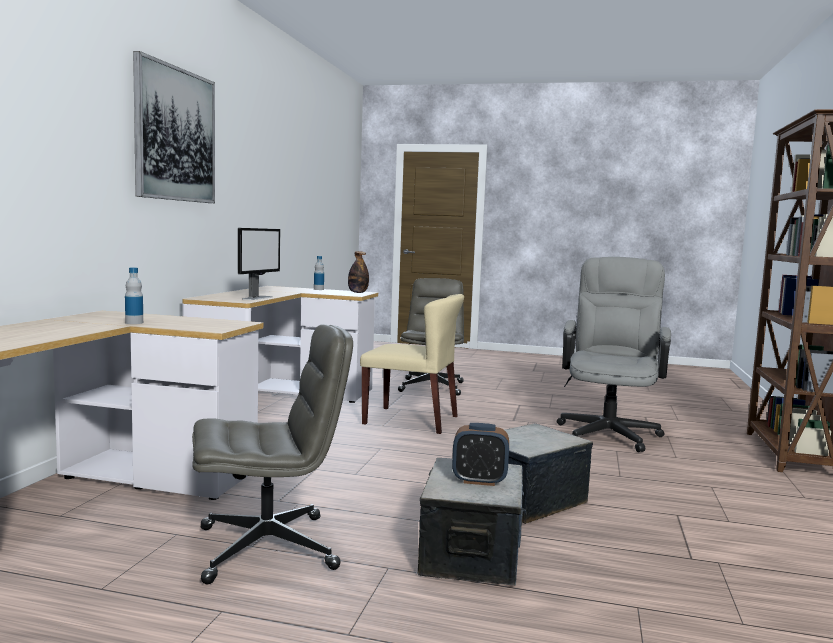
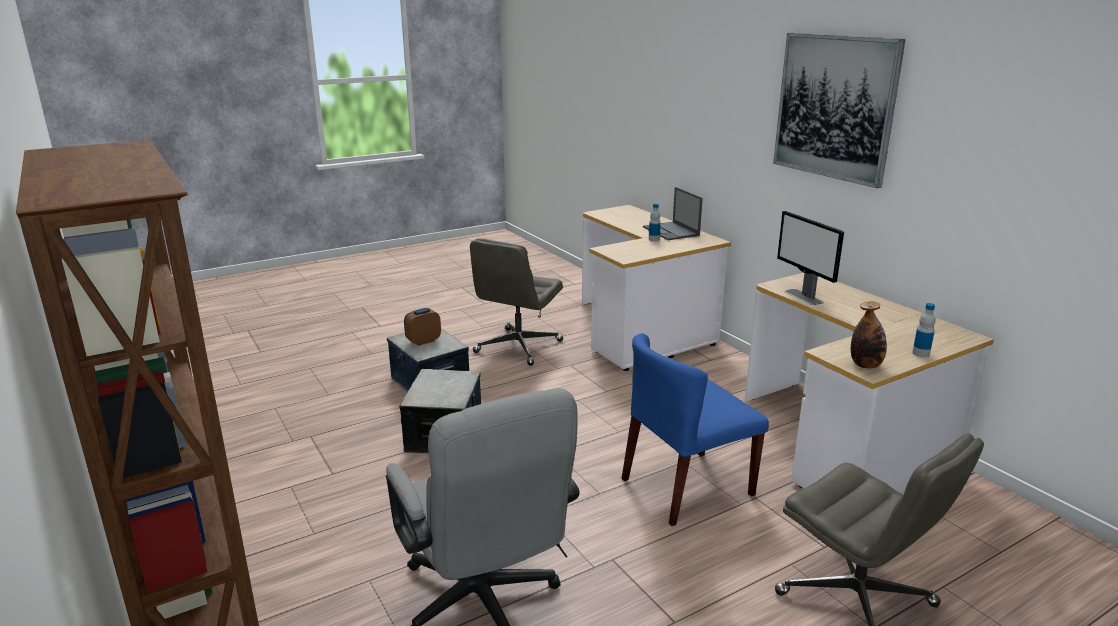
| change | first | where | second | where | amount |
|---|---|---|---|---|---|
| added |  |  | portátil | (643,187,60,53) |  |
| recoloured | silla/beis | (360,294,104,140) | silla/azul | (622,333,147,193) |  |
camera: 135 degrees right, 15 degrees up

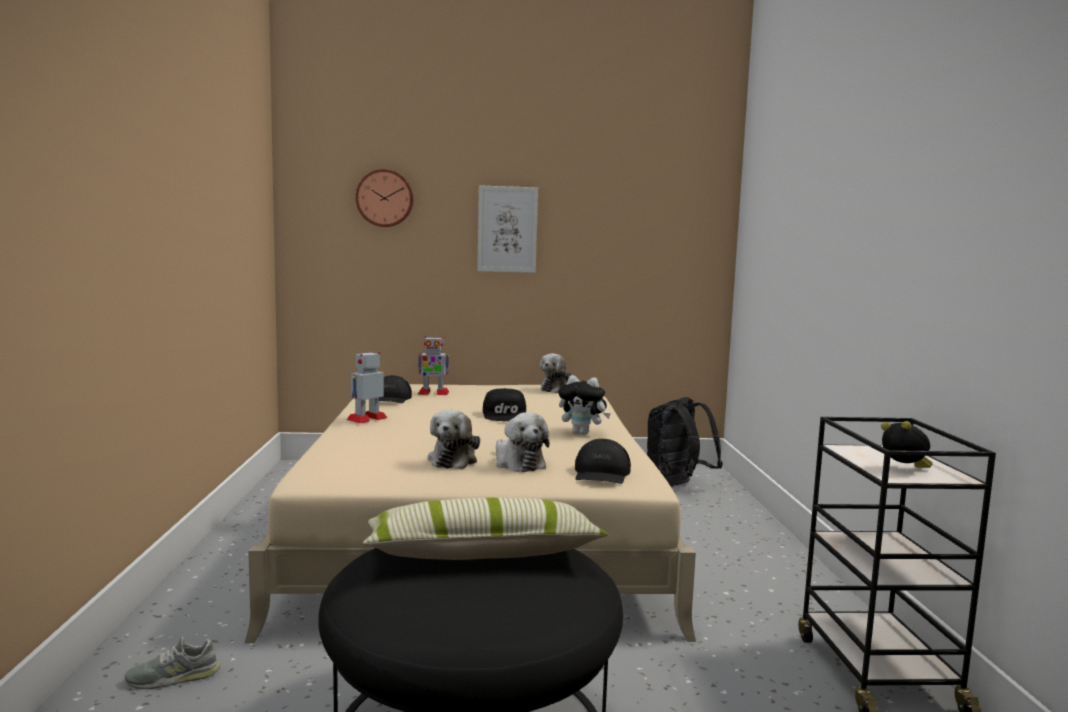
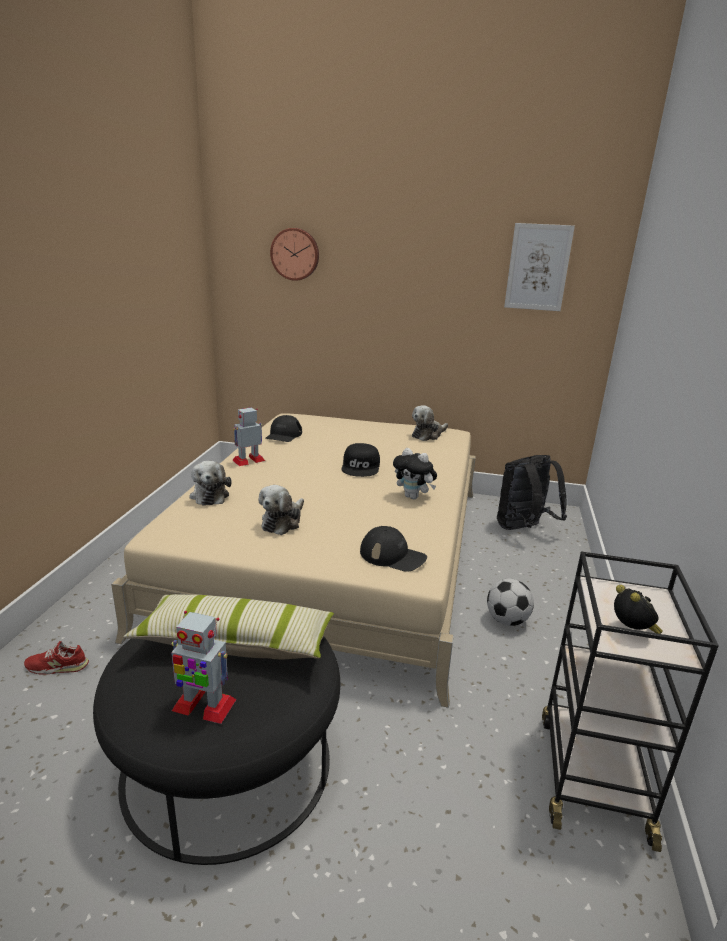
| change | first | where | second | where | amount |
|---|---|---|---|---|---|
| added |  |  | balón de fútbol | (487,579,47,47) |  |
| moved | robot de juguete | (418,336,31,59) |  | (171,611,66,113) |  |
| moved | cuadro | (477,185,61,88) |  | (504,223,71,88) |  |
| moved | peluche | (496,412,53,60) |  | (189,461,43,45) |  |
| recoloured | zapato/gris | (125,636,95,53) | zapato/rojo | (24,641,65,34) |  |
| turned | gorra/negro | (575,439,56,45) |  | (360,526,67,46) | 90 degrees counterclockwise |
camera: 15 degrees right, 15 degrees up

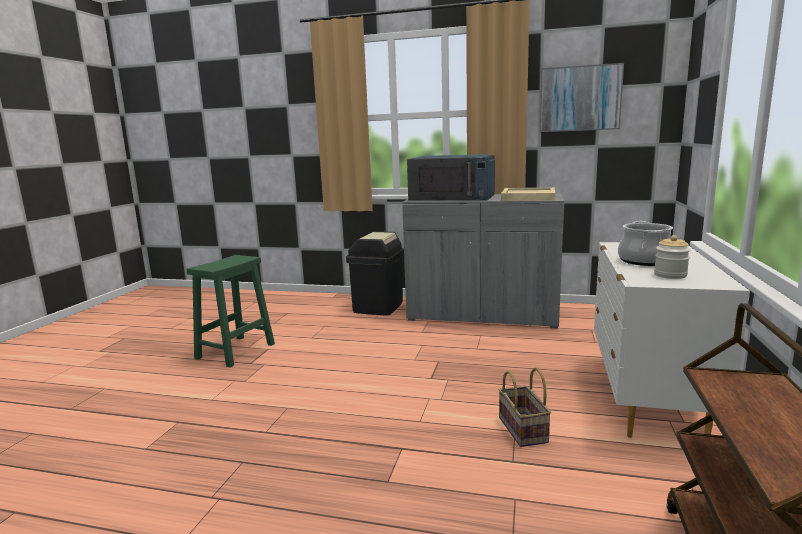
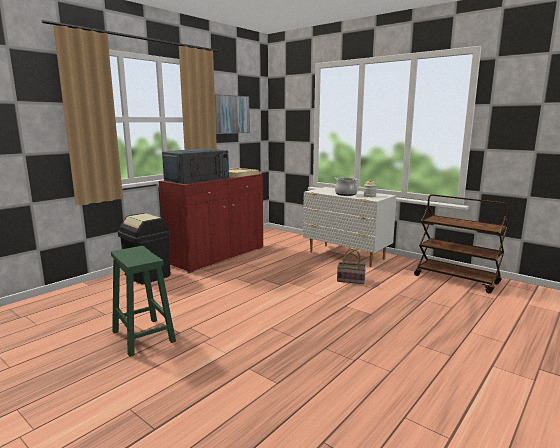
| change | first | where | second | where | amount |
|---|---|---|---|---|---|
| recoloured | armario/gris | (402,194,162,135) | armario/rojo | (159,174,104,99) |  |
camera: 65 degrees left, 0 degrees up

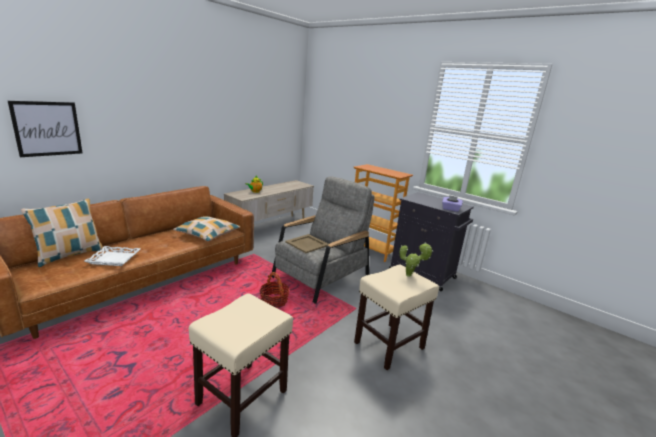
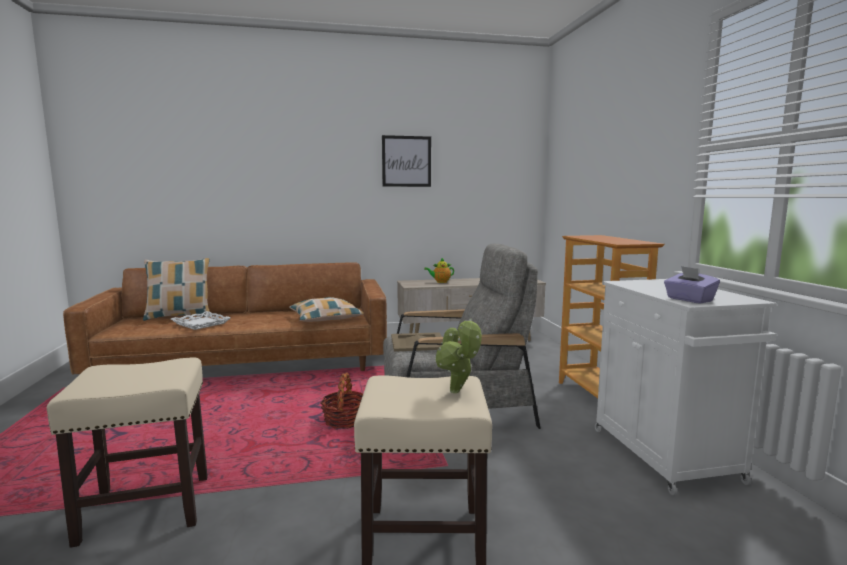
| change | first | where | second | where | amount |
|---|---|---|---|---|---|
| moved | cuadro | (8,101,74,56) |  | (382,135,49,52) |  |
| recoloured | armario/negro | (389,192,85,99) | armario/blanco | (595,279,182,216) |  |
camera: 40 degrees right, 10 degrees down

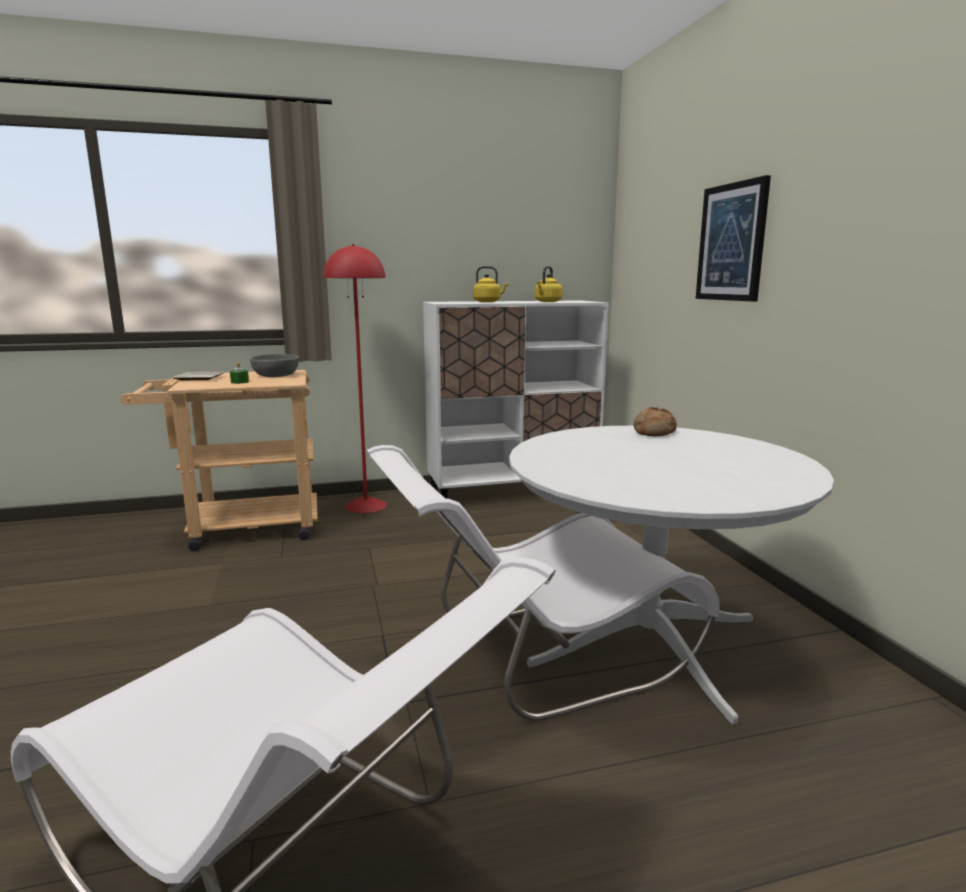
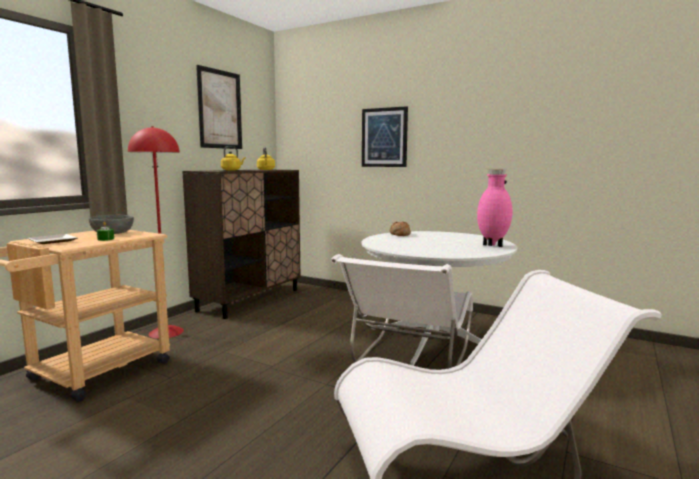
| change | first | where | second | where | amount |
|---|---|---|---|---|---|
| added |  |  | cuadro | (196,65,46,84) |  |
| added |  |  | florero/rosa | (477,169,35,78) |  |
| recoloured | armario/blanco | (423,300,186,198) | armario/marrón | (182,170,118,149) |  |
camera: 45 degrees left, 5 degrees down

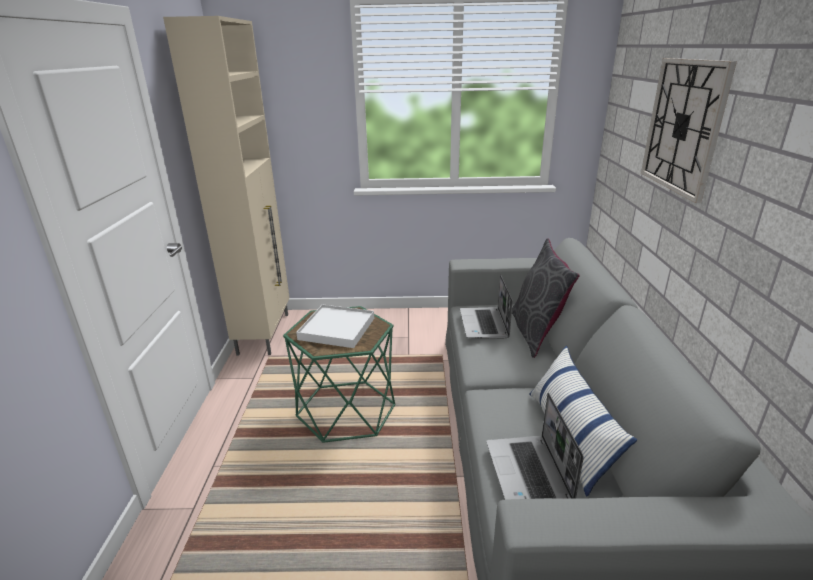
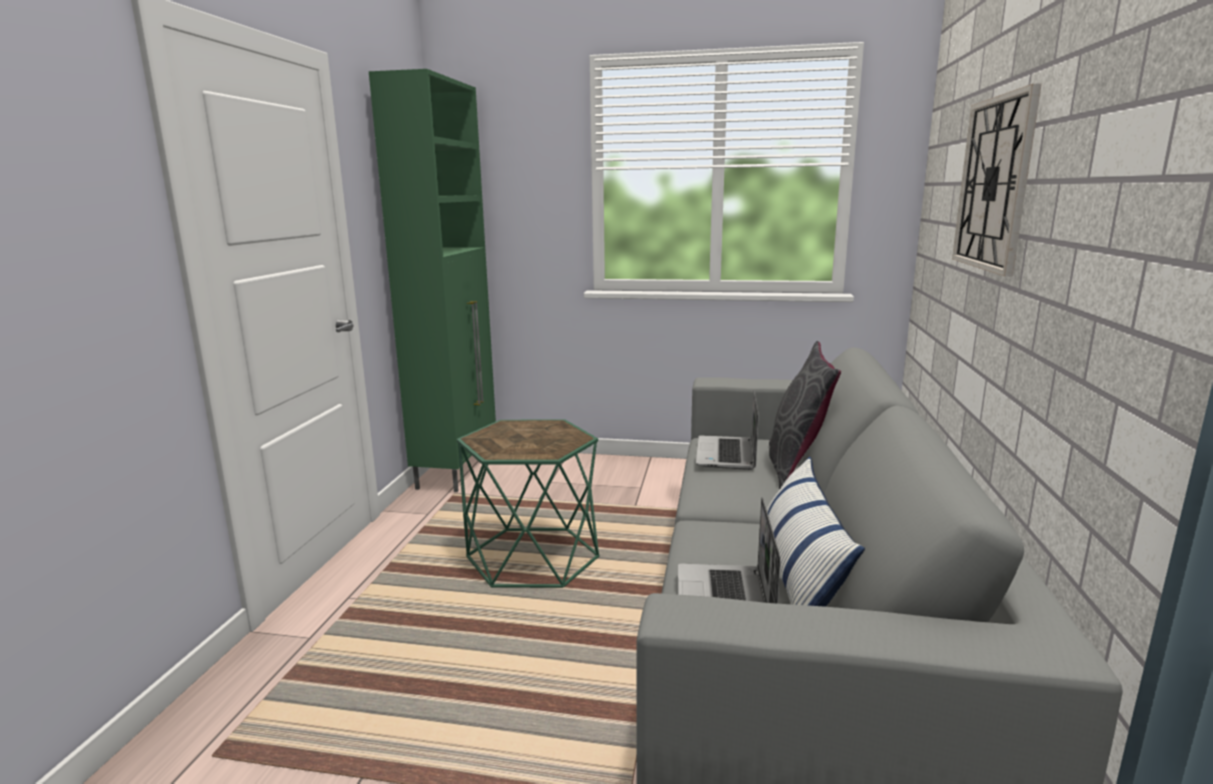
| change | first | where | second | where | amount |
|---|---|---|---|---|---|
| removed | bandeja/blanco | (296,304,78,44) |  |  |  |
| recoloured | armario/beis | (163,16,127,340) | armario/verde | (369,69,127,423) |  |
camera: 10 degrees right, 10 degrees down

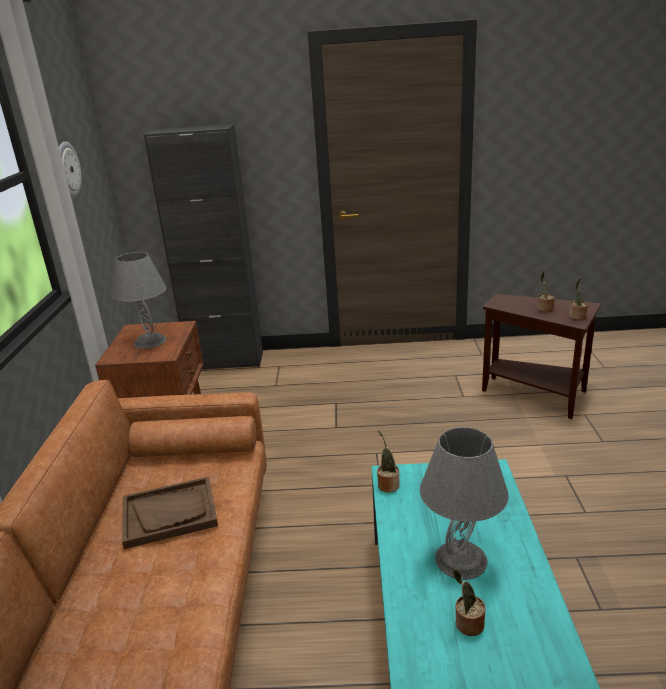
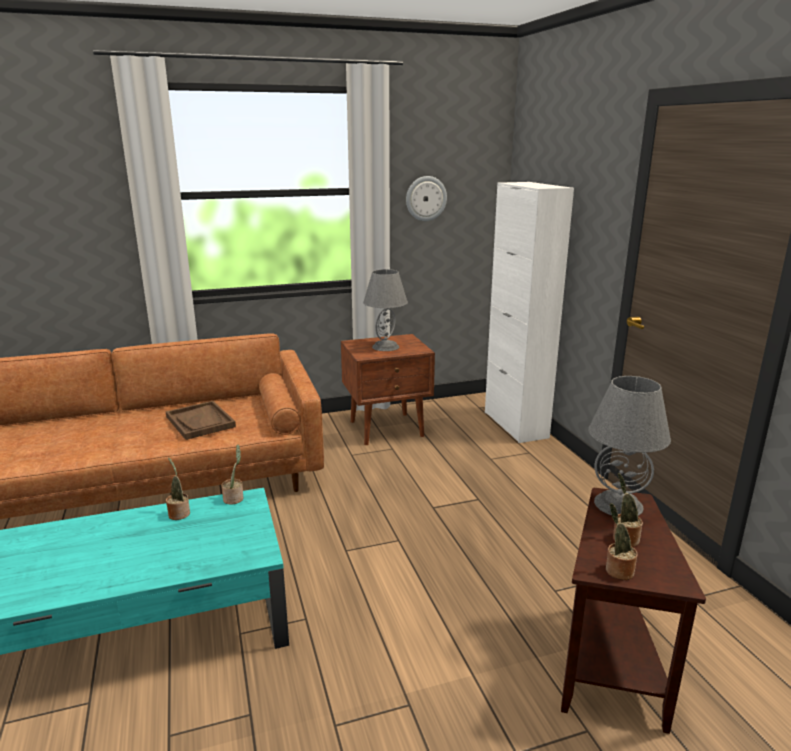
| change | first | where | second | where | amount |
|---|---|---|---|---|---|
| moved | lámpara de mesa/gris | (420,427,89,153) |  | (588,376,83,140) |  |
| moved | planta en maceta | (453,569,33,67) |  | (166,458,24,62) |  |
| recoloured | armario/negro | (143,124,120,245) | armario/blanco | (485,182,89,261) |  |
camera: 70 degrees right, 5 degrees down

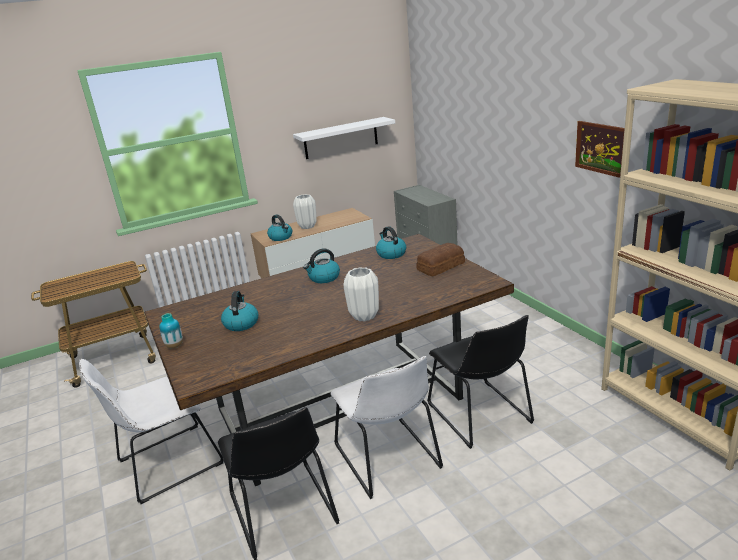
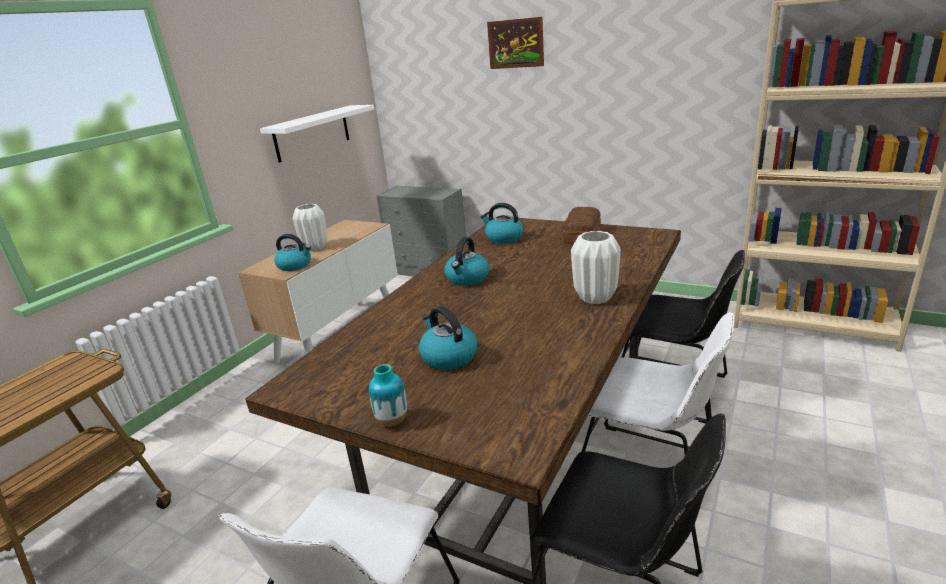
| change | first | where | second | where | amount |
|---|---|---|---|---|---|
| moved | cuadro | (575,121,50,57) |  | (487,17,57,52) |  |
camera: 35 degrees left, 0 degrees up

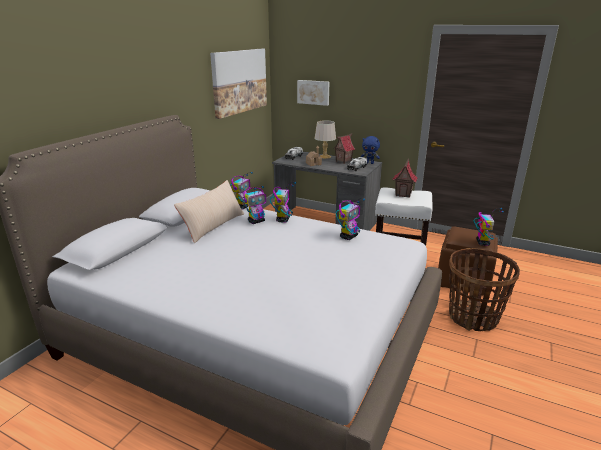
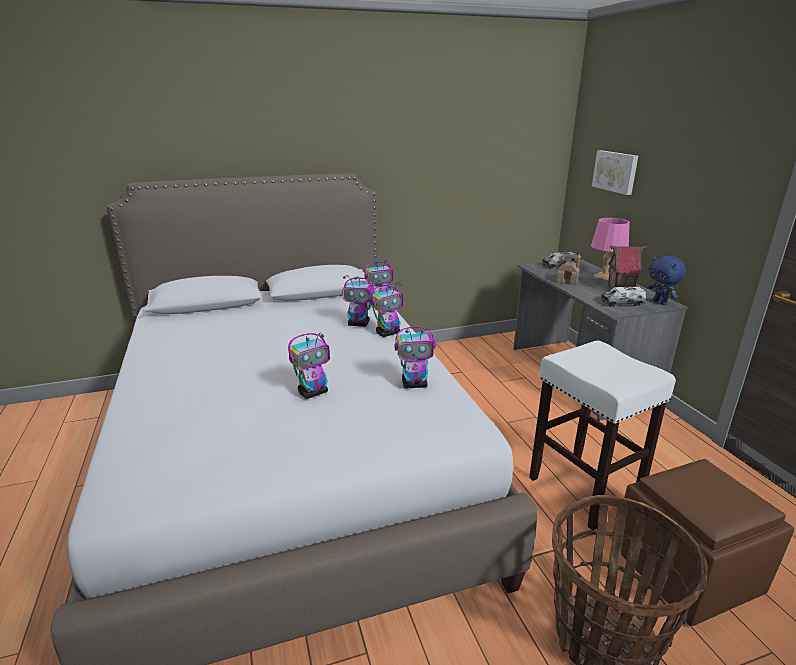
| change | first | where | second | where | amount |
|---|---|---|---|---|---|
| removed | cojín/beis | (174,180,70,64) |  |  |  |
| removed | cuadro | (210,49,57,70) |  |  |  |
| removed | casita | (393,158,25,40) |  |  |  |
| moved | robot de juguete | (473,208,31,38) |  | (288,333,42,66) |  |
| recoloured | lámpara de mesa/gris | (315,120,21,39) | lámpara de mesa/rosa | (591,218,39,62) |  |
camera: 45 degrees right, 0 degrees up

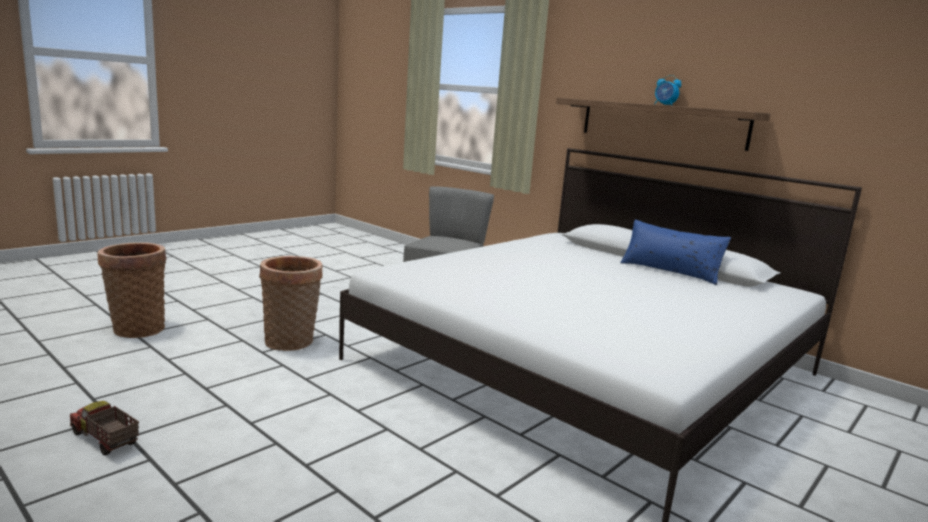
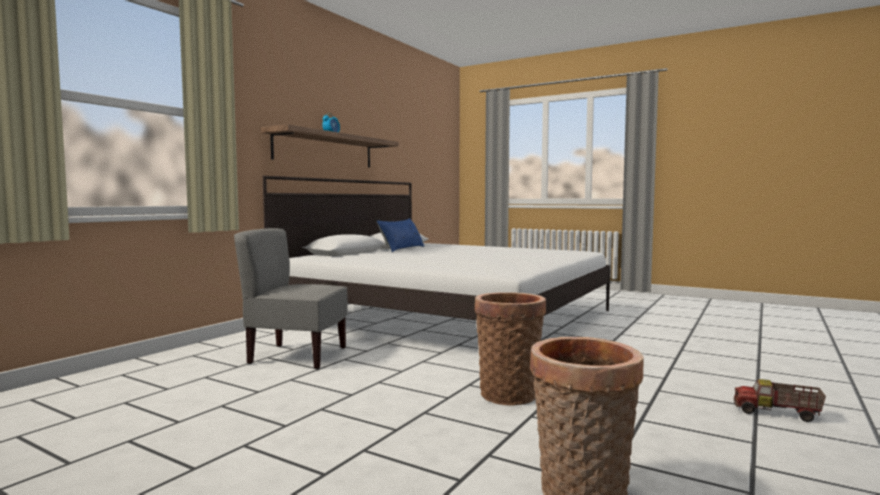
| change | first | where | second | where | amount |
|---|---|---|---|---|---|
| turned | camión de juguete | (70,401,69,54) |  | (734,379,92,43) | 90 degrees clockwise |
camera: 100 degrees left, 10 degrees down

